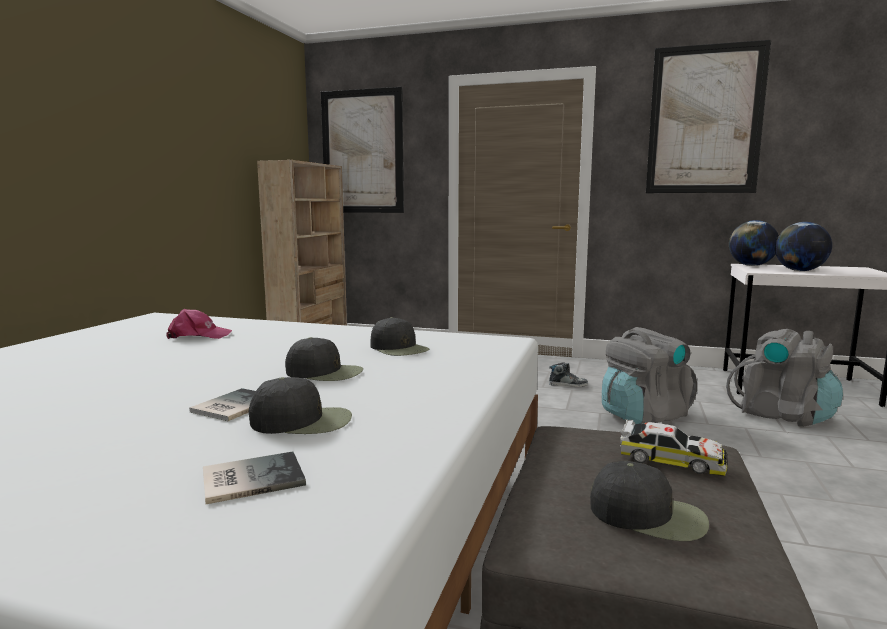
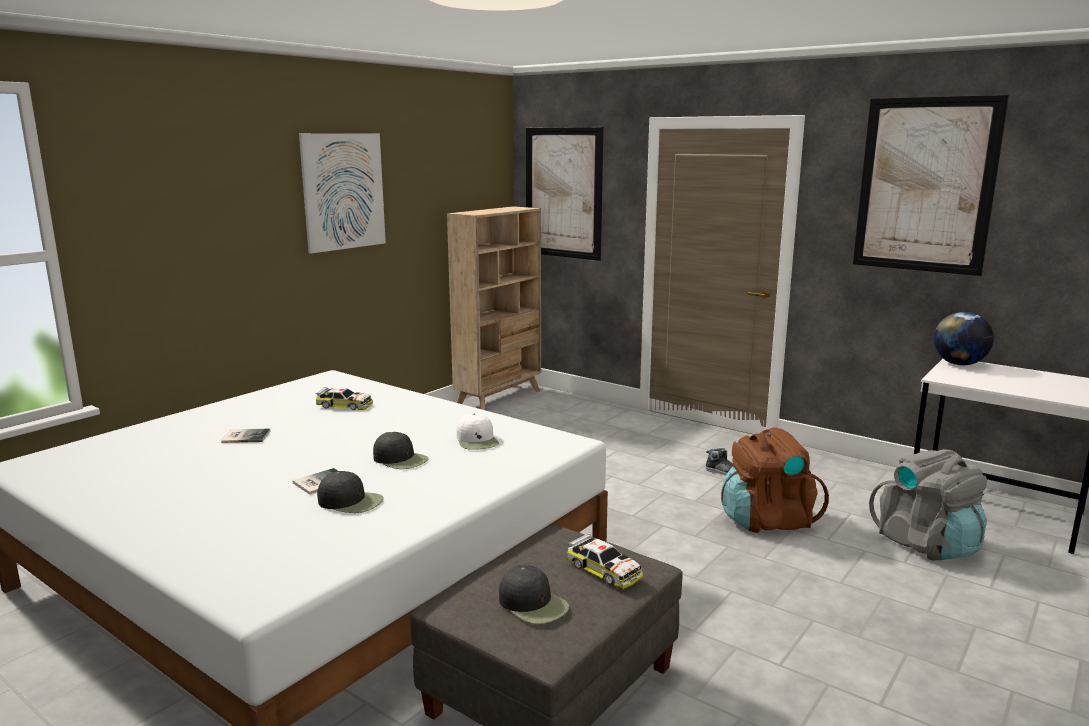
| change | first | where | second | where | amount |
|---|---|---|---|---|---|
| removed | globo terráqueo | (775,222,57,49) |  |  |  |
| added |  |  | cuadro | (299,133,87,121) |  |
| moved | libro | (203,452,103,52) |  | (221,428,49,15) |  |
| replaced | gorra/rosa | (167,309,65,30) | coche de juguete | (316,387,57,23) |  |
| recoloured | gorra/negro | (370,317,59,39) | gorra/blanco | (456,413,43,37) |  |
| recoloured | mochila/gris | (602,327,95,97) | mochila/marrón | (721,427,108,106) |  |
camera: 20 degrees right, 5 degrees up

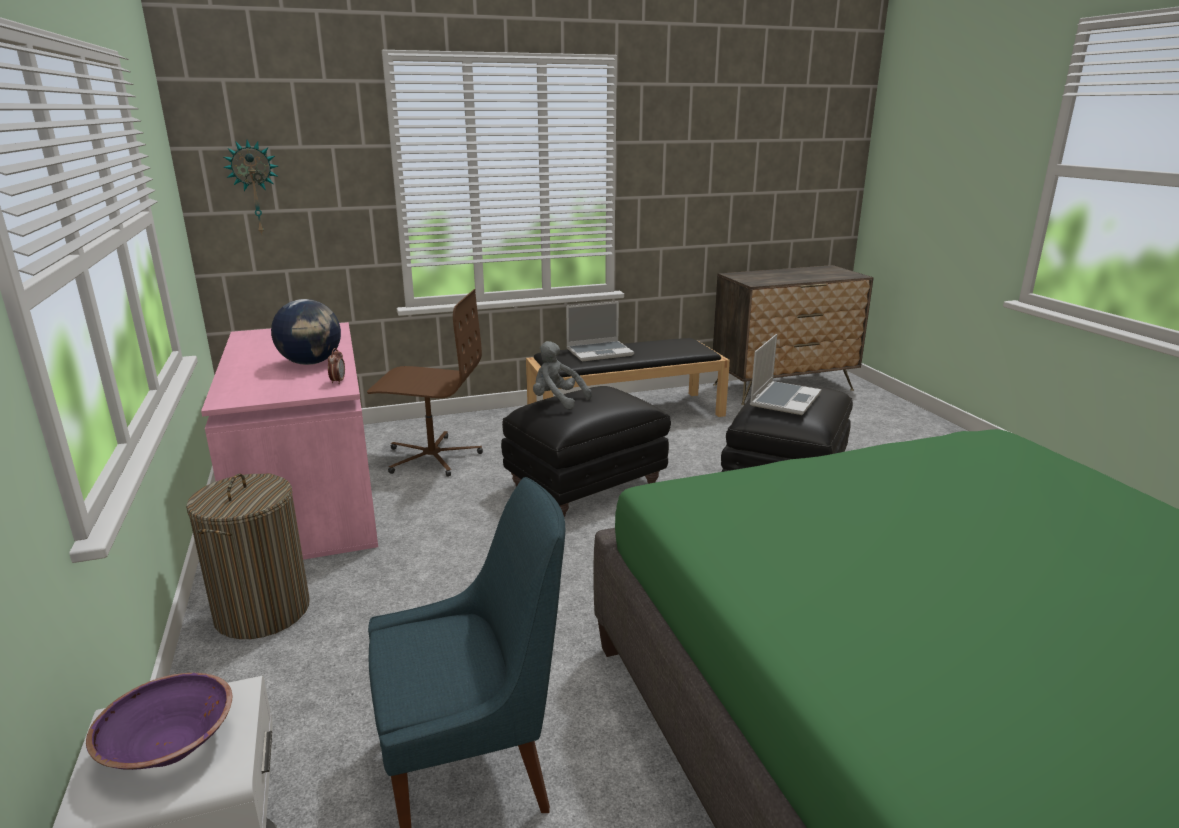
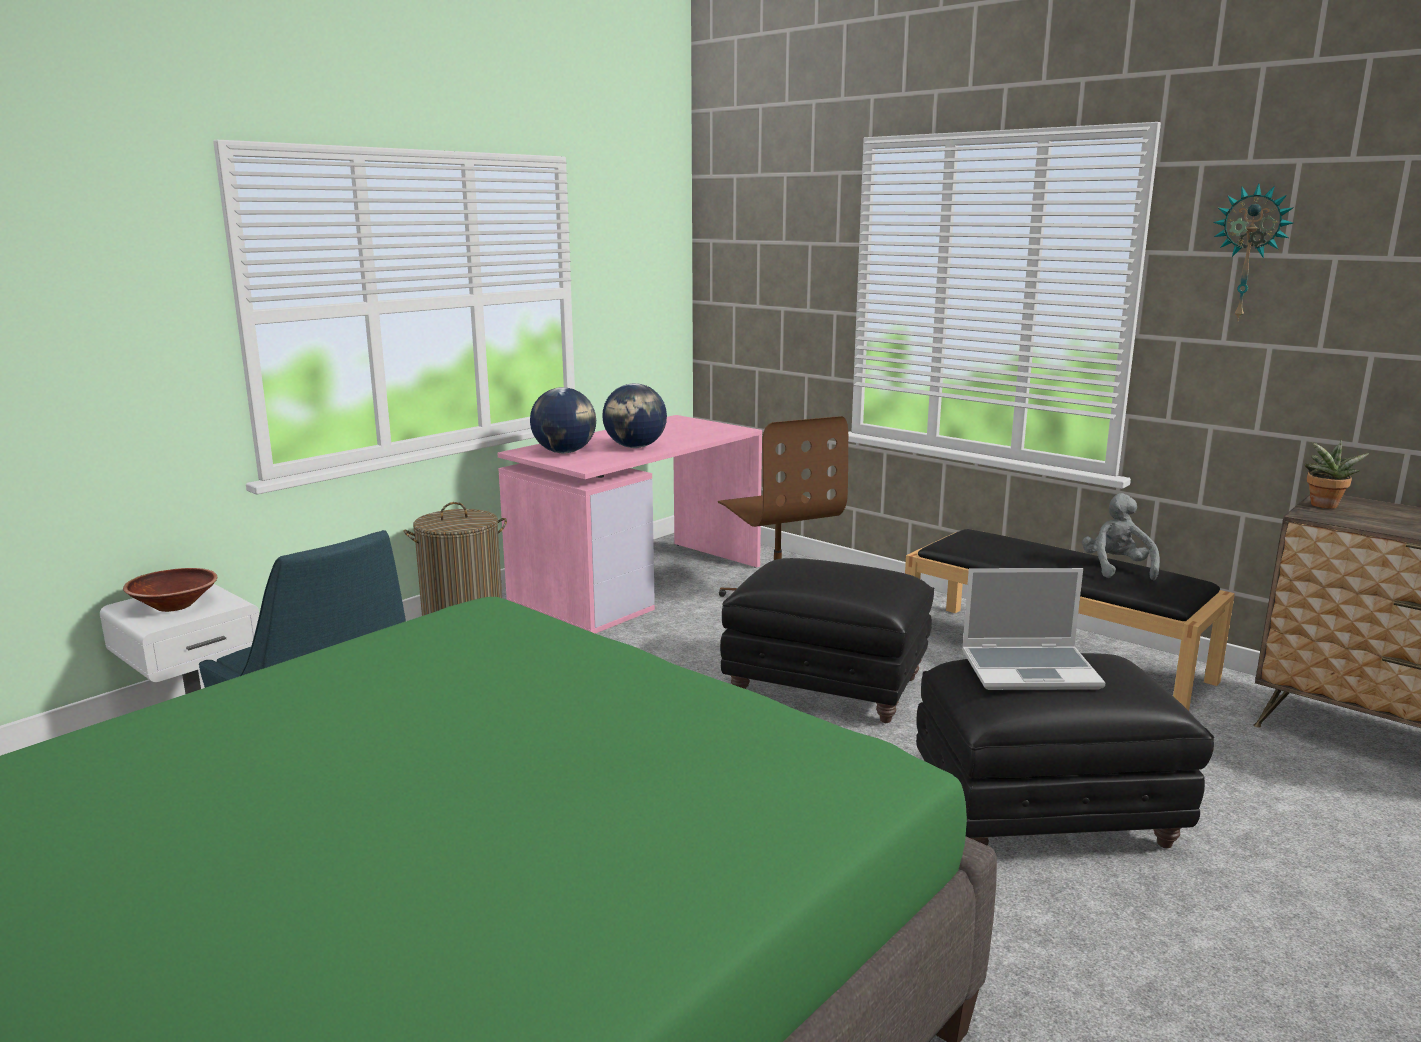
| change | first | where | second | where | amount |
|---|---|---|---|---|---|
| removed | despertador | (328,348,17,36) |  |  |  |
| removed | portátil | (566,301,68,60) |  |  |  |
| added |  |  | globo terráqueo | (530,387,66,67) |  |
| added |  |  | planta en maceta | (1305,440,64,69) |  |
| moved | reloj de pared | (223,140,55,94) |  | (1213,184,81,138) |  |
| moved | peluche/gris | (533,341,59,68) |  | (1082,493,78,87) |  |
| recoloured | cuenco/morado | (86,673,146,97) | cuenco/marrón | (123,568,94,44) |  |
camera: 60 degrees right, 5 degrees down

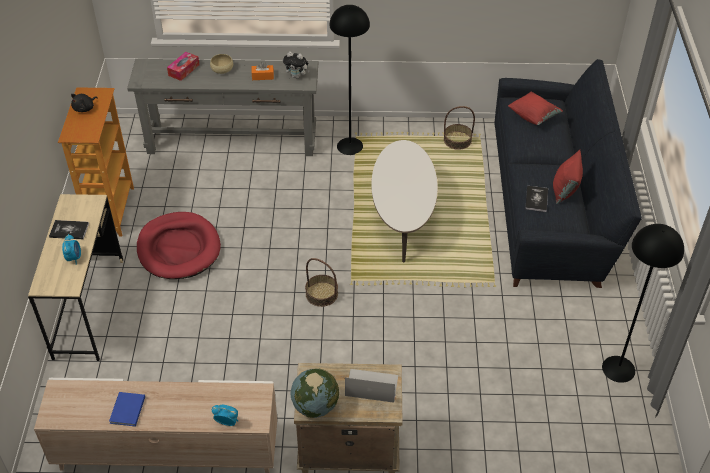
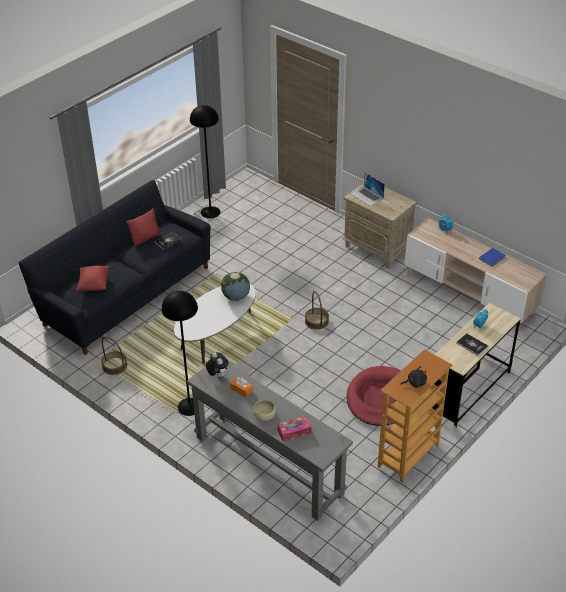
| change | first | where | second | where | amount |
|---|---|---|---|---|---|
| moved | globo terráqueo | (291,369,48,49) |  | (221,272,29,29) |  |
camera: 140 degrees left, 5 degrees down

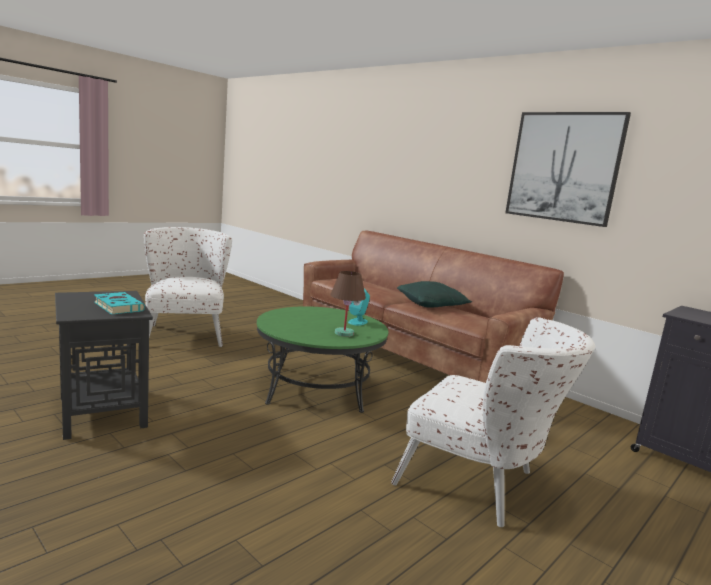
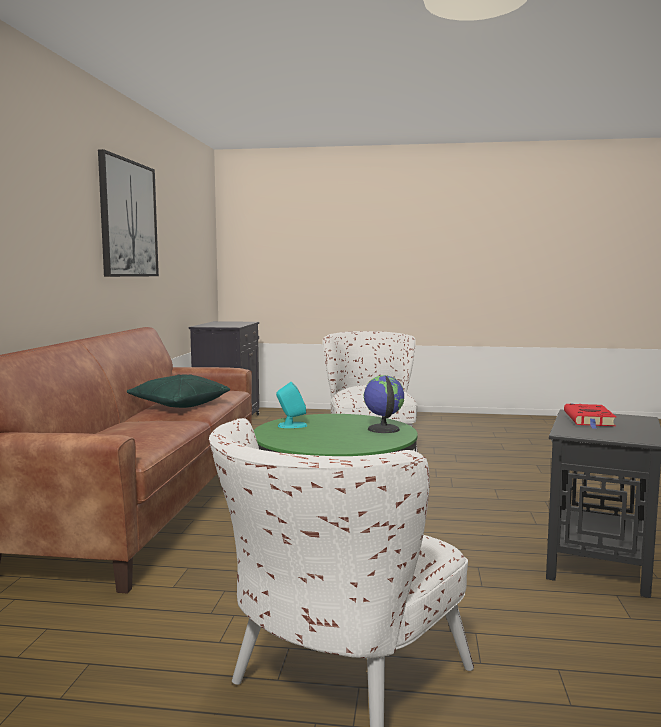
| change | first | where | second | where | amount |
|---|---|---|---|---|---|
| removed | lámpara de mesa/marrón | (330,271,36,66) |  |  |  |
| added |  |  | globo terráqueo | (363,375,41,58) |  |
| recoloured | libro/turquesa | (94,292,51,23) | libro/rojo | (564,403,52,26) |  |
camera: 125 degrees left, 5 degrees down

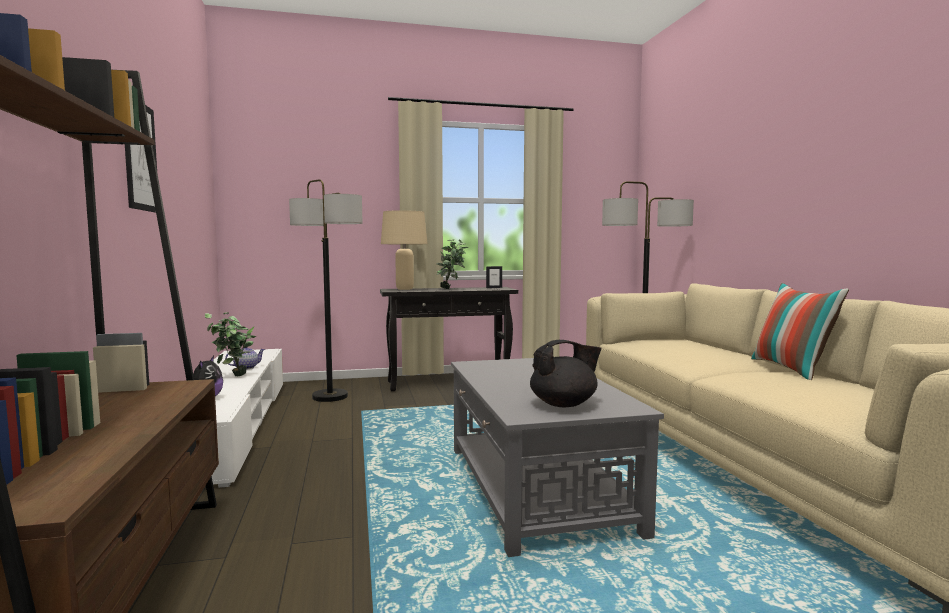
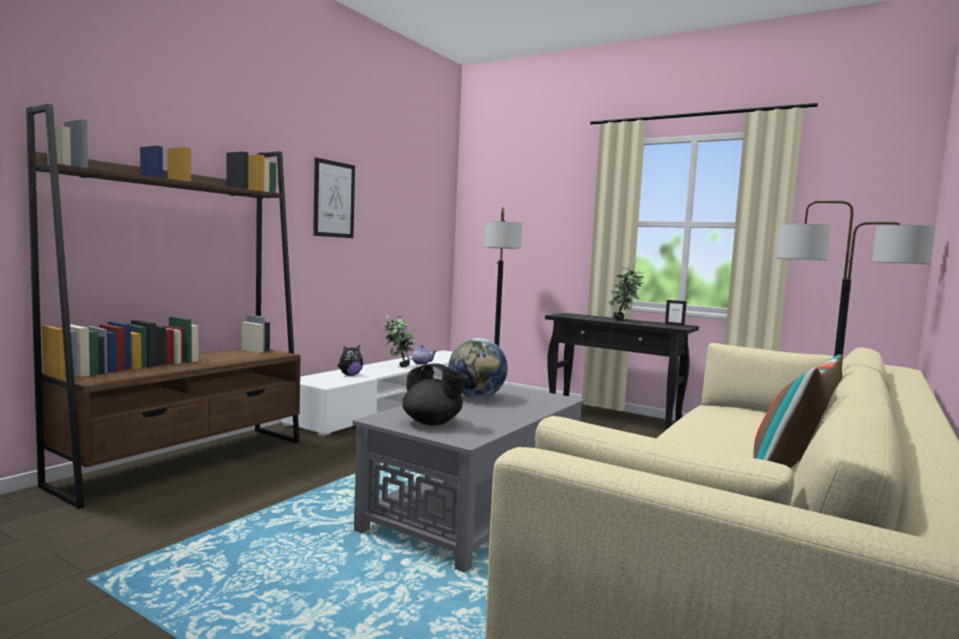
| change | first | where | second | where | amount |
|---|---|---|---|---|---|
| removed | lámpara de mesa/beis | (381,210,47,80) |  |  |  |
| added |  |  | globo terráqueo | (448,338,60,60) |  |
camera: 45 degrees right, 0 degrees up

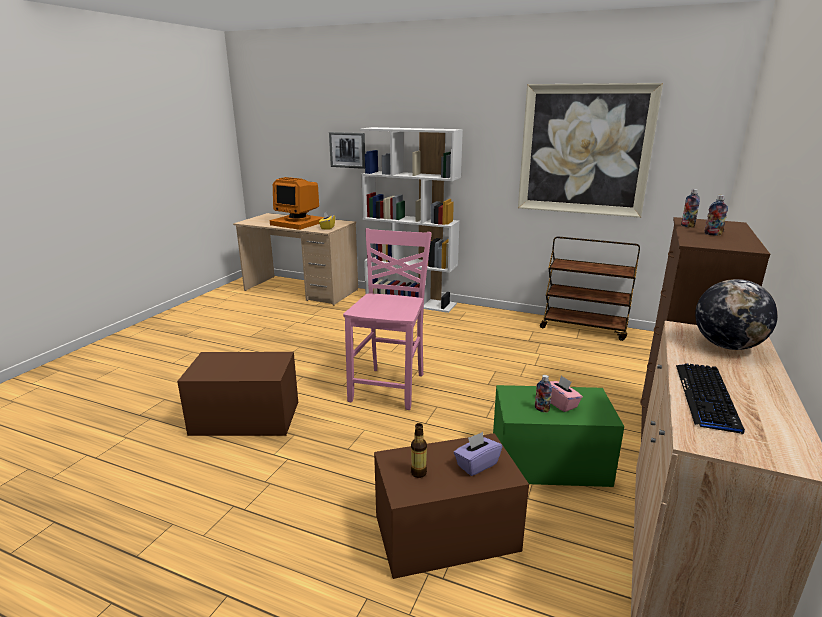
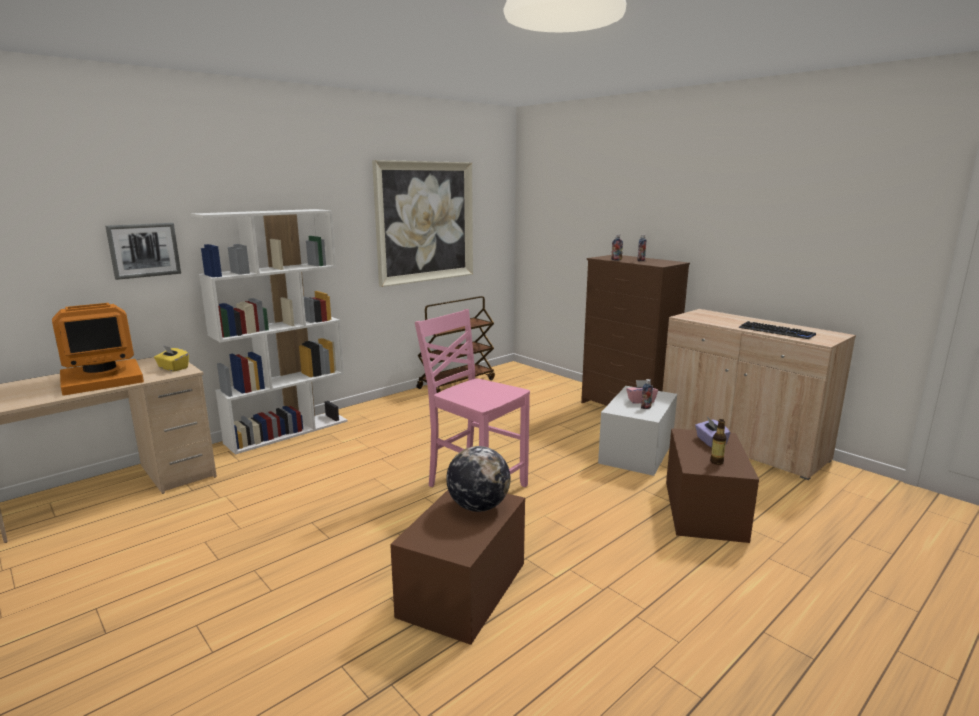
| change | first | where | second | where | amount |
|---|---|---|---|---|---|
| moved | globo terráqueo | (695,279,83,71) |  | (446,446,64,66) |  |
| recoloured | caja de almacenaje/verde | (493,385,131,102) | caja de almacenaje/blanco | (598,386,79,90) |  |
camera: 65 degrees left, 5 degrees down

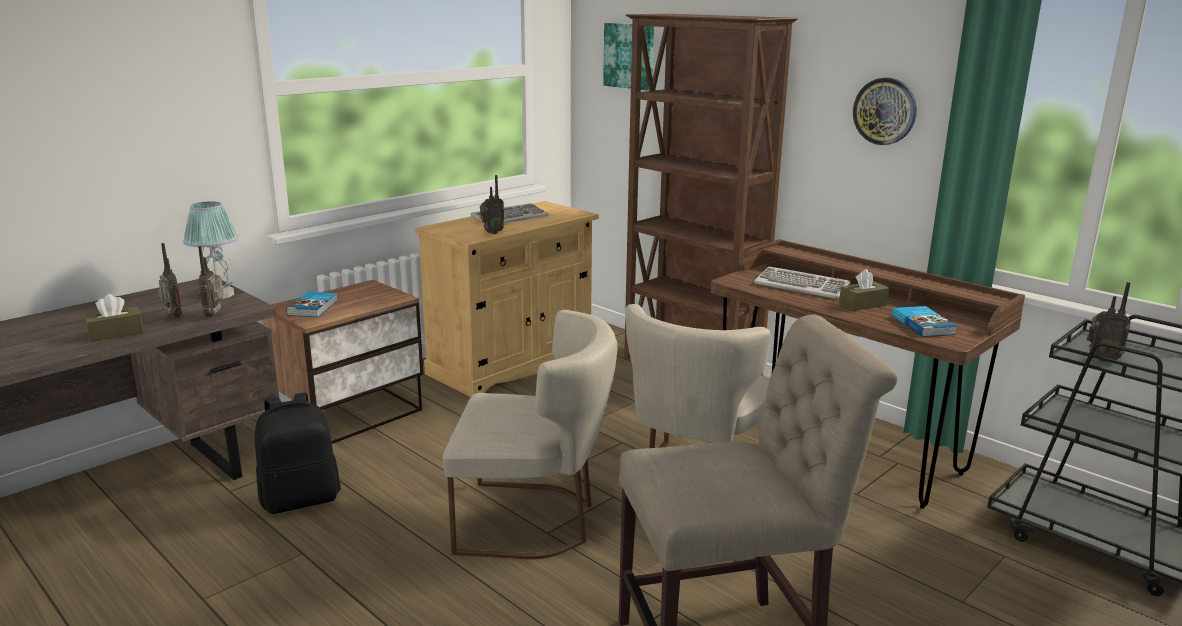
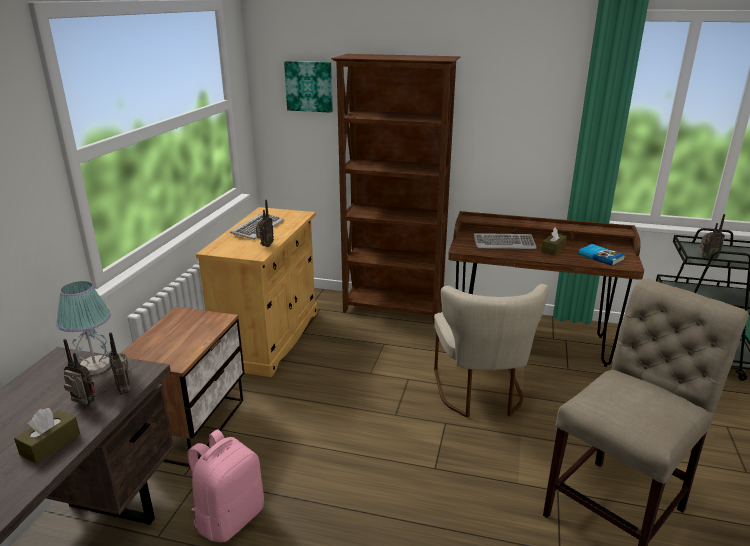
| change | first | where | second | where | amount |
|---|---|---|---|---|---|
| removed | libro | (286,292,52,25) |  |  |  |
| removed | silla/beis | (443,310,175,249) |  |  |  |
| removed | reloj de pared | (853,77,64,68) |  |  |  |
| recoloured | mochila/negro | (255,393,86,121) | mochila/rosa | (187,429,77,113) |  |
camera: 30 degrees left, 5 degrees up

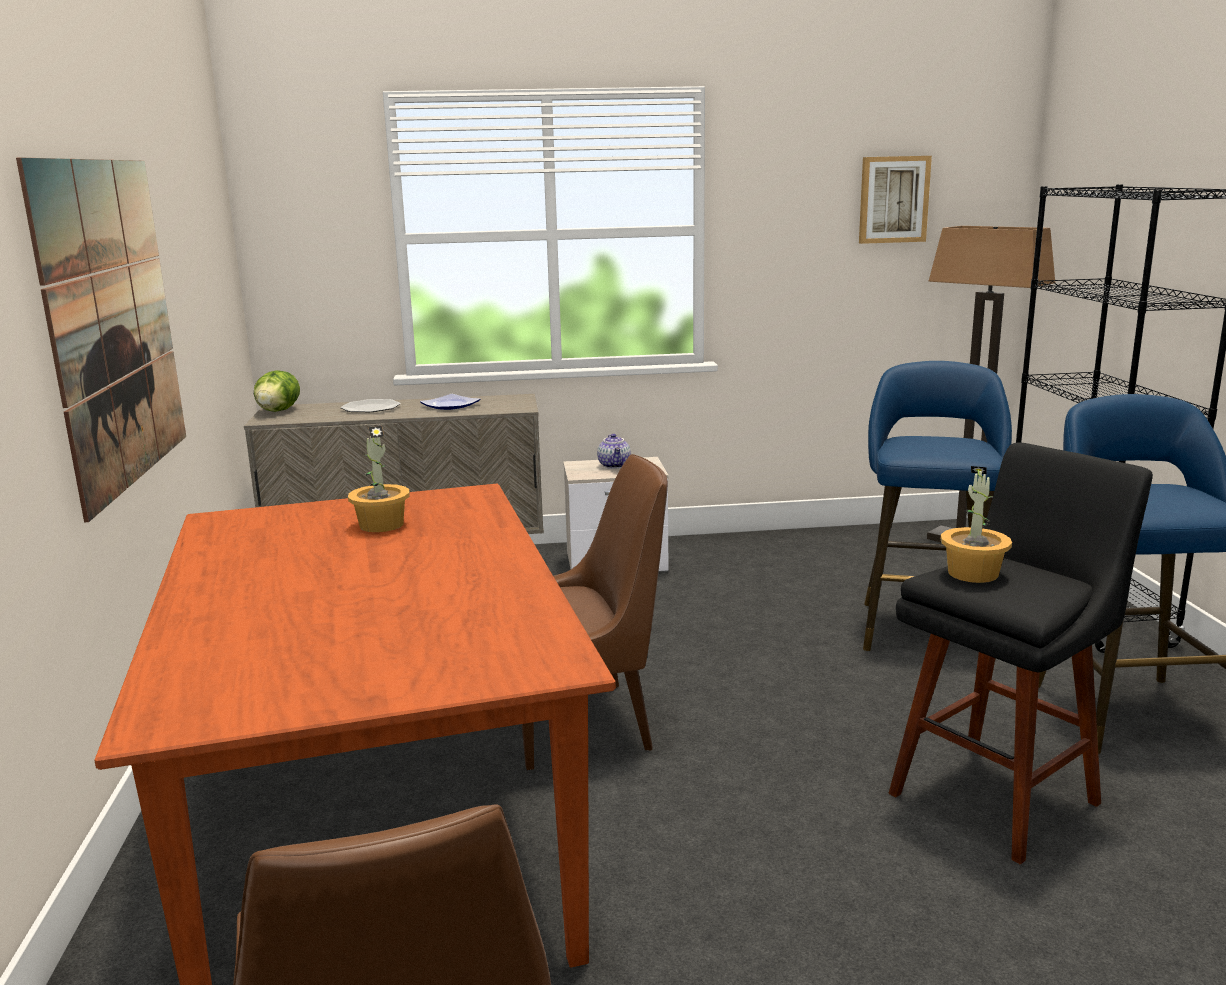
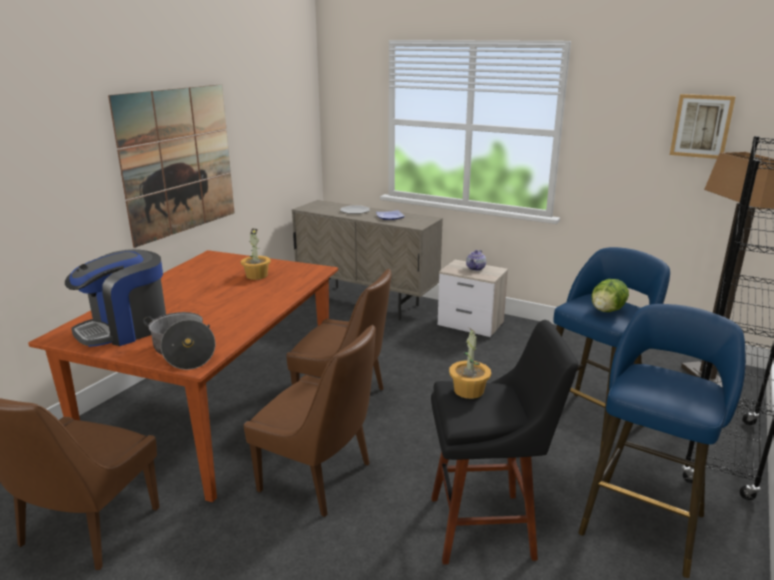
| change | first | where | second | where | amount |
|---|---|---|---|---|---|
| added |  |  | cafetera | (65,249,101,98) |  |
| added |  |  | olla | (143,312,72,58) |  |
| added |  |  | silla/marrón | (244,325,132,192) |  |
| moved | lechuga | (254,370,46,42) |  | (591,279,38,33) |  |
camera: 35 degrees right, 5 degrees up

